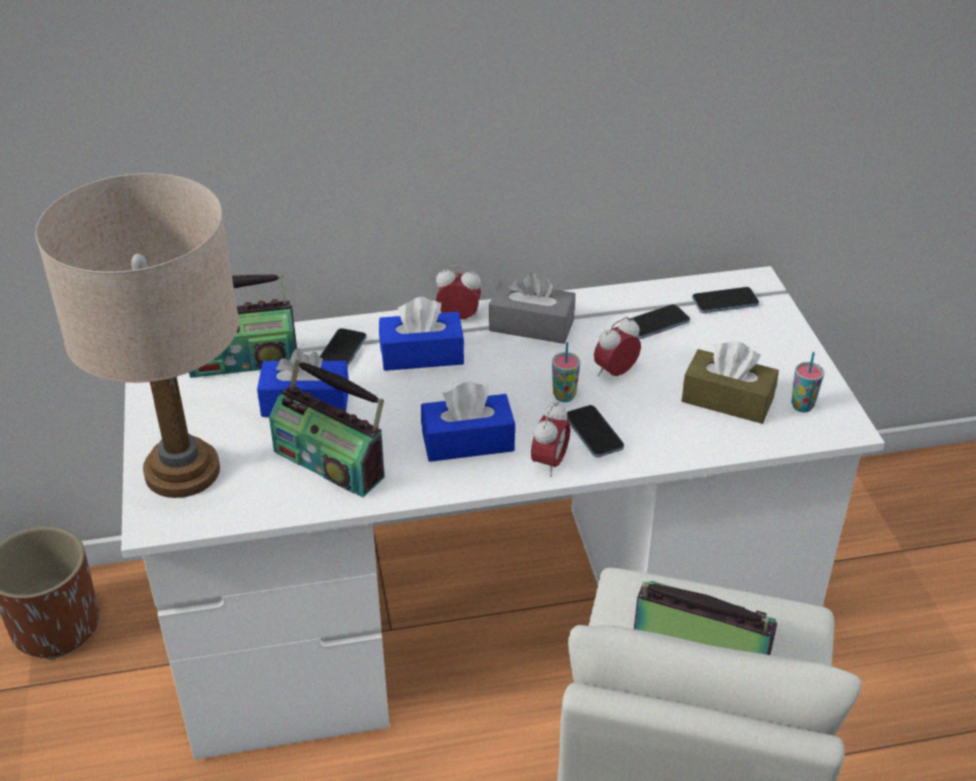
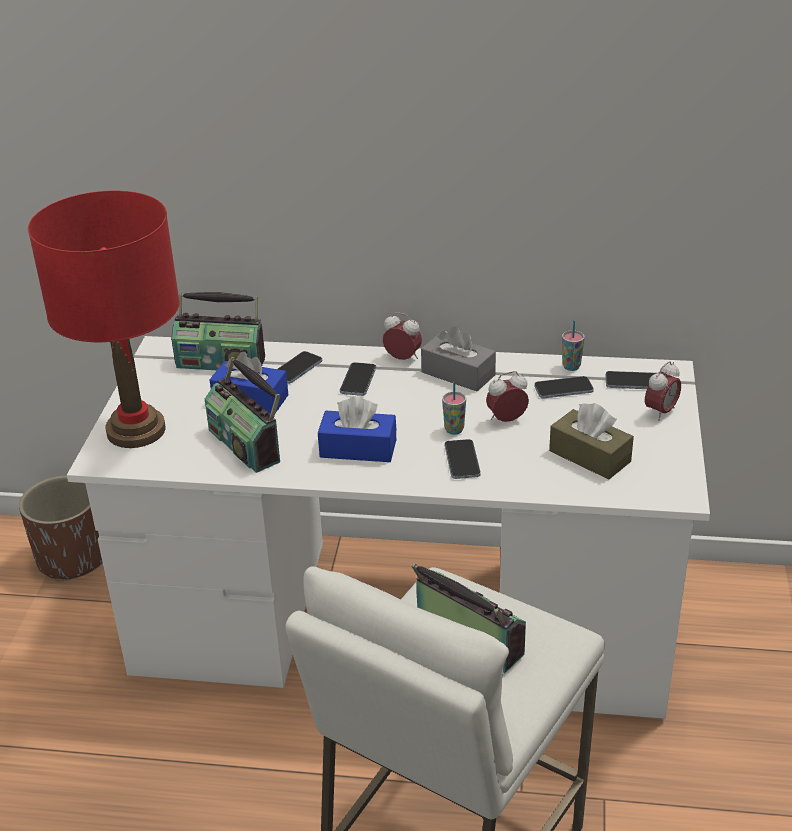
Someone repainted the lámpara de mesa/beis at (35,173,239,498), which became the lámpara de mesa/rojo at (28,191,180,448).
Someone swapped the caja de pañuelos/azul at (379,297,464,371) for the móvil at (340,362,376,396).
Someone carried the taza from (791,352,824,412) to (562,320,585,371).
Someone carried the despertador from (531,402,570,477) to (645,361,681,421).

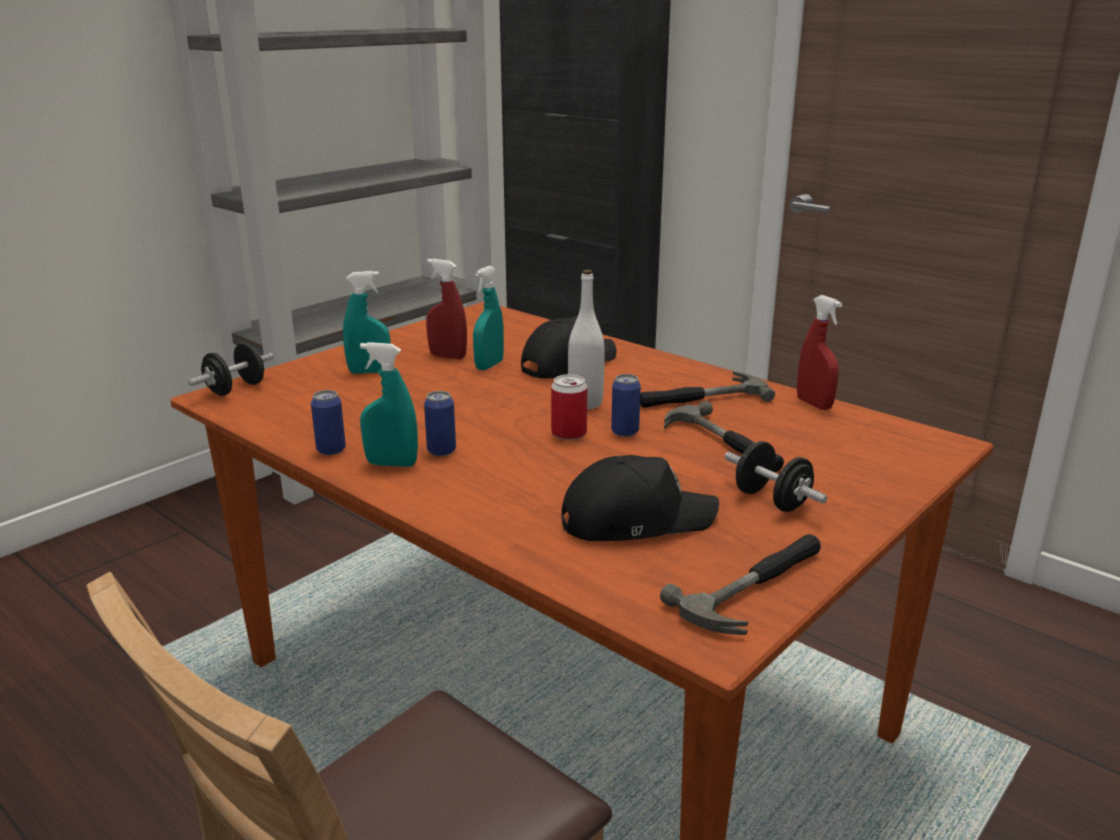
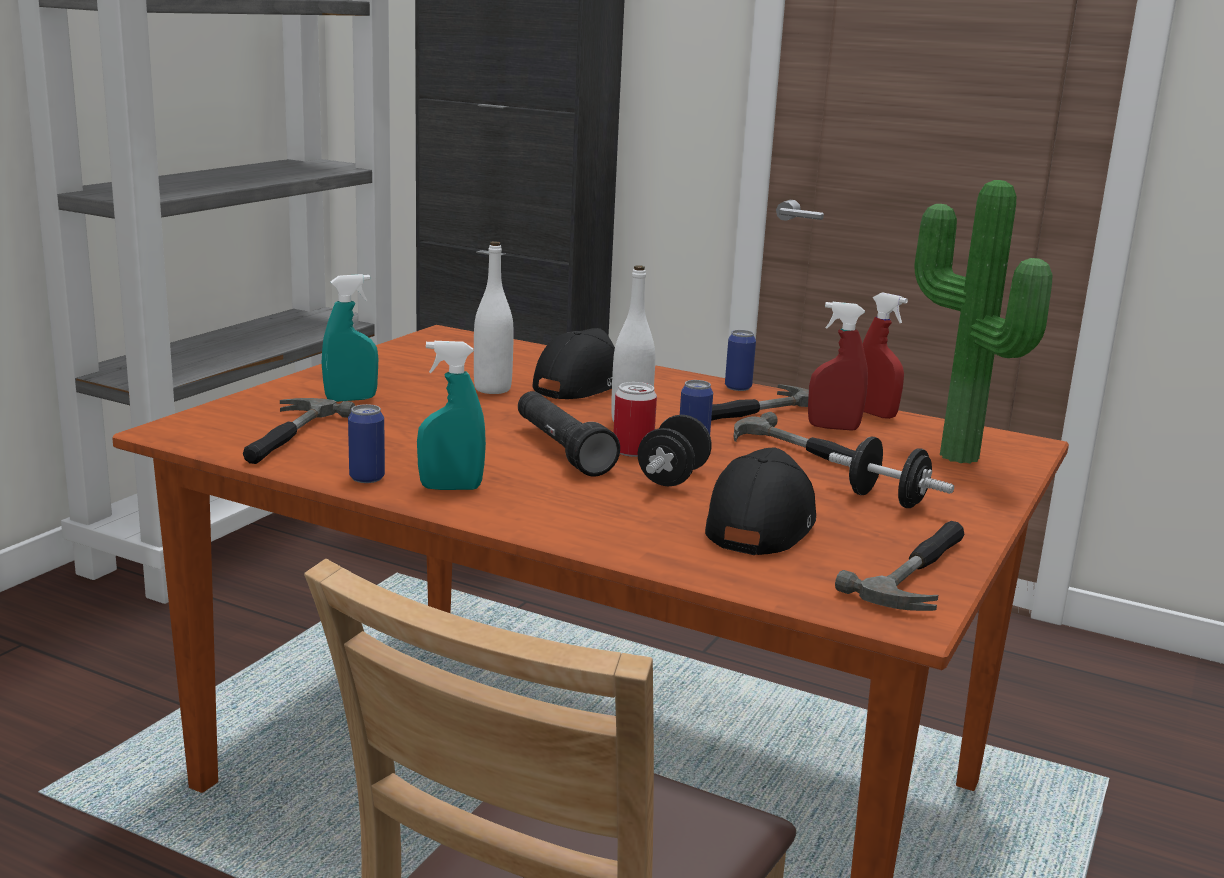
Someone put down the martillo at (243,398,355,464).
Someone swapped the pulverizador/turquesa at (473,266,504,370) for the botella/blanco at (474,241,514,394).
Someone put down the linterna/negro at (518,391,620,477).
Someone carried the mancuerna/negro from (188,343,274,396) to (638,415,712,486).
Someone rotated the gorra/negro at (561,455,719,541) by 45 degrees counterclockwise.
Someone carried the lata from (424,391,456,456) to (725,330,756,391).
Someone carried the pulverizador/rojo from (426,259,467,359) to (808,302,868,431).
Someone put down the planta en maceta at (914,180,1052,464).

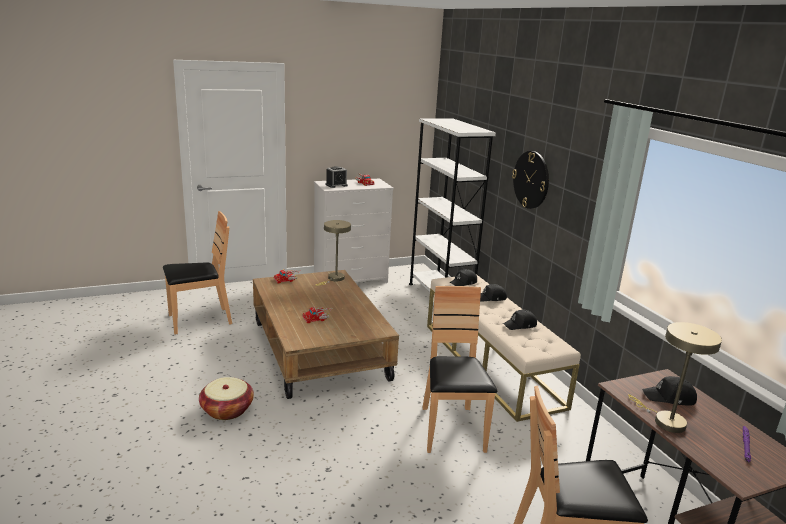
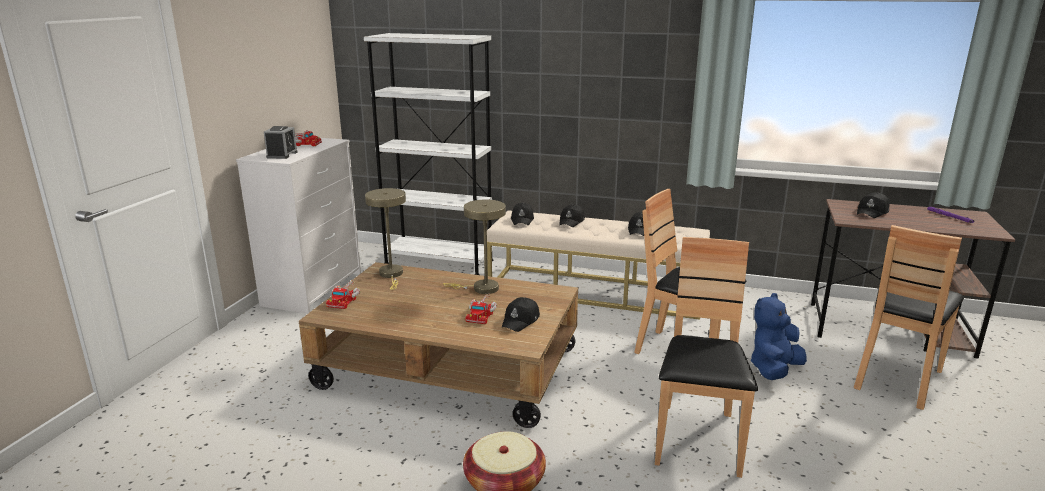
Someone carried the lámpara de mesa/beis from (628,322,722,433) to (443,200,506,294).
Someone put down the gorra/negro at (501,297,540,332).
Someone carried the silla/marrón from (163,211,232,334) to (655,237,758,478).
Someone put down the peluche/azul at (750,293,807,380).
Someone took away the reloj de pared at (512,151,549,209).

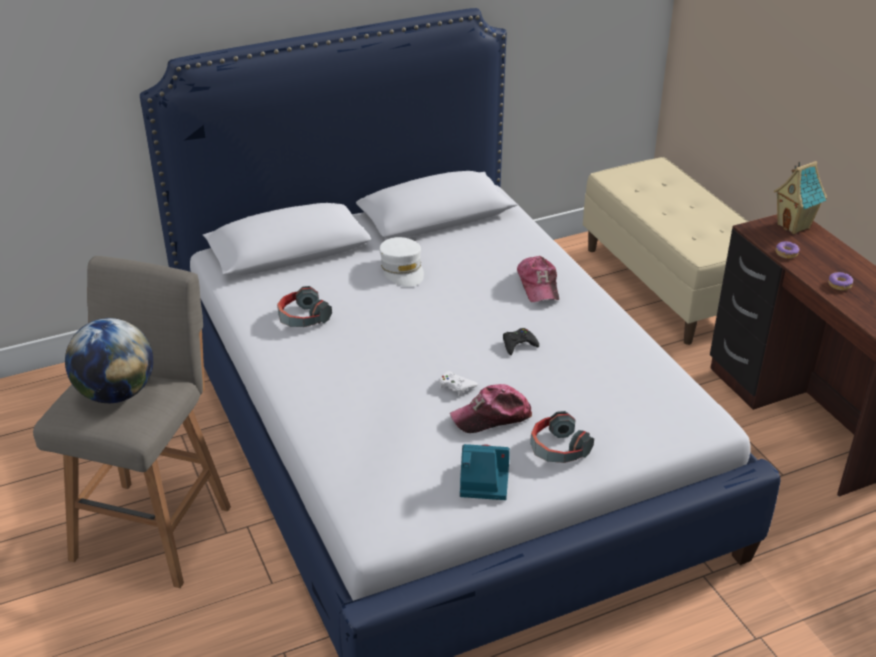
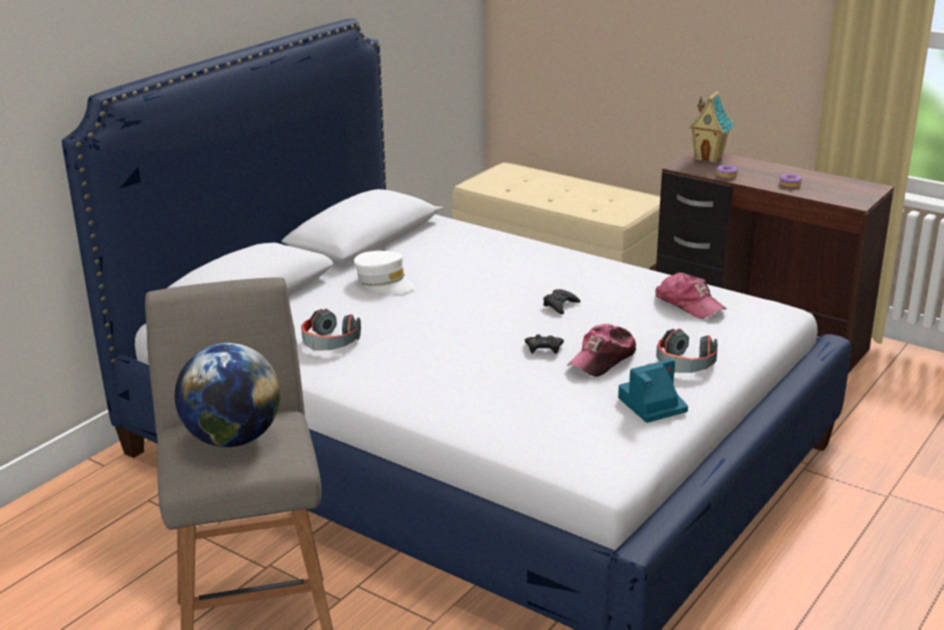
Someone repainted the mando de consola/blanco at (439,371,478,396), which became the mando de consola/negro at (525,334,564,354).
Someone carried the gorra from (517,256,559,302) to (655,273,727,319).

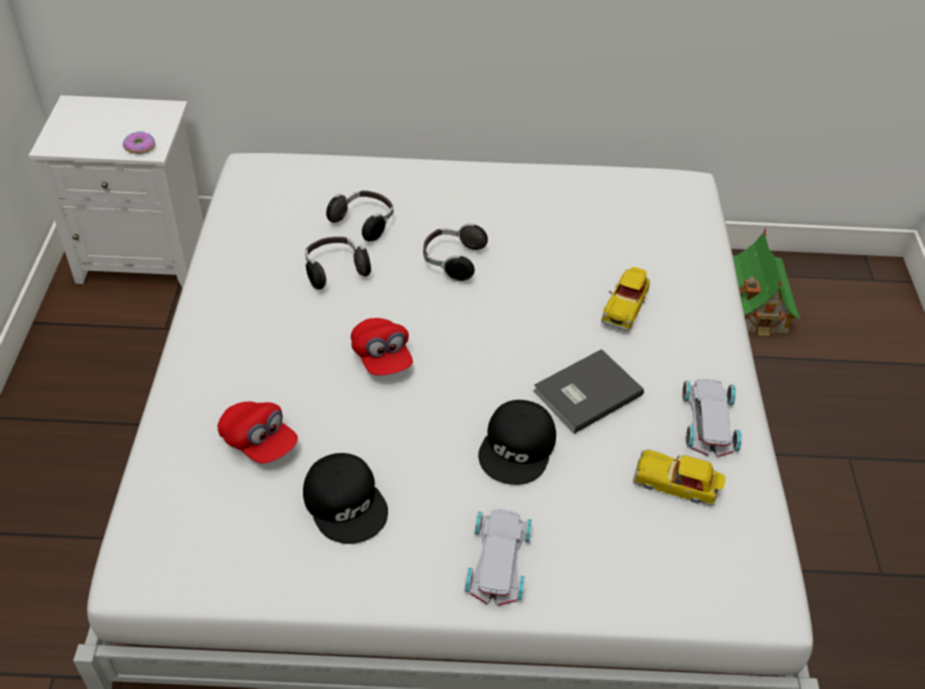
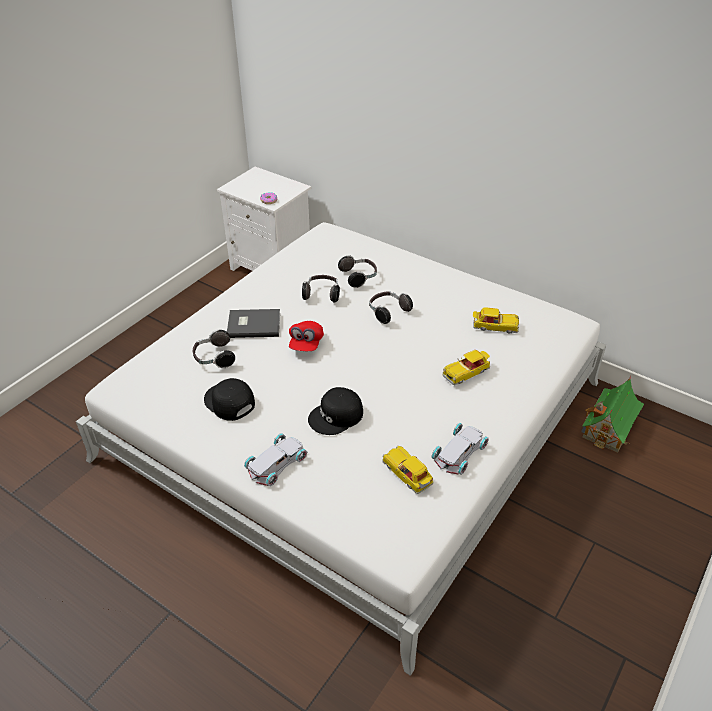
Someone swapped the gorra/rojo at (218,401,298,464) for the auriculares at (193,329,235,368).
Someone rotated the gorra/negro at (303,453,388,544) by 135 degrees clockwise.
Someone carried the libro/gris from (533,349,644,434) to (227,309,280,338).
Someone put down the coche de juguete at (473,307,519,334).

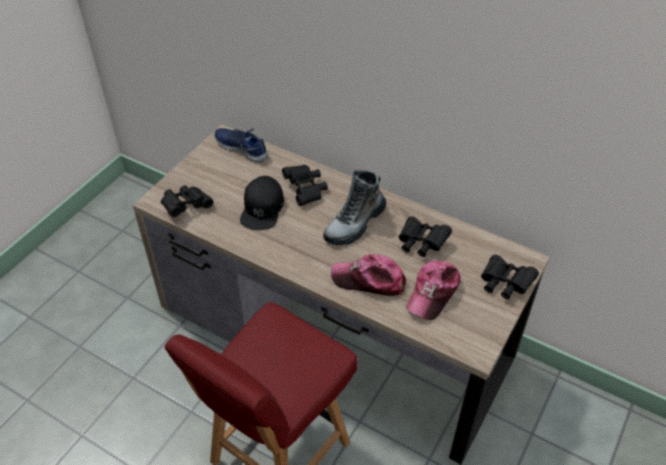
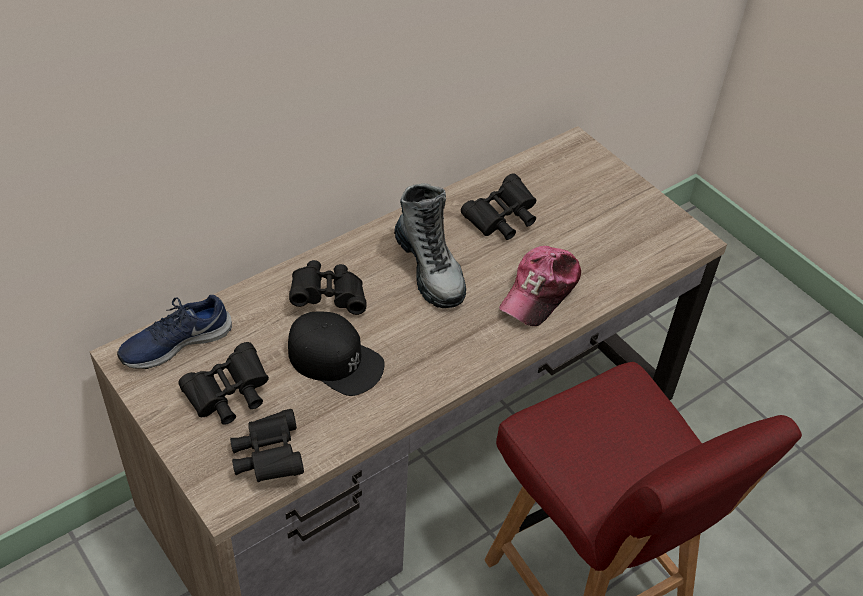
Someone carried the prismáticos/negro from (481,255,539,299) to (178,342,269,425).
Someone took away the gorra at (406,261,461,320).

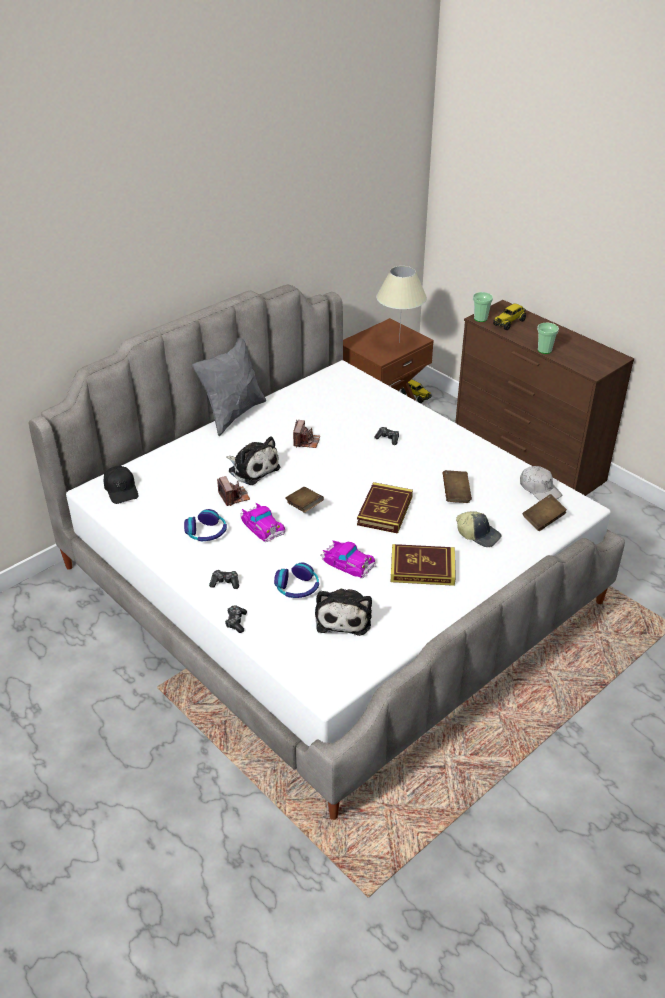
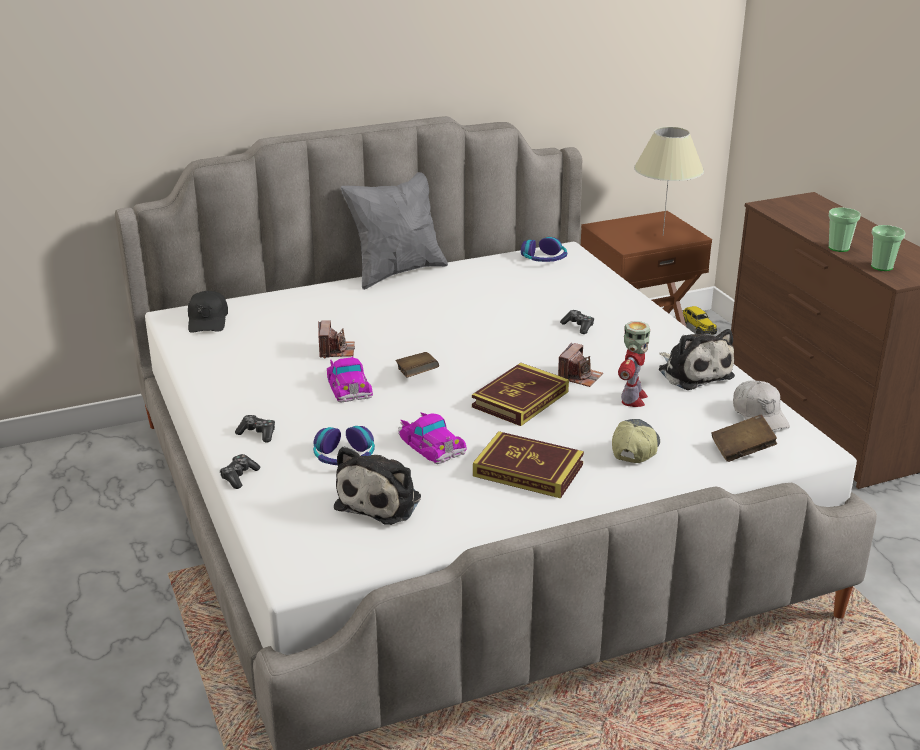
Someone carried the auriculares from (184,509,227,541) to (521,237,567,262).
Someone carried the cámara from (293,420,320,448) to (558,343,603,387).
Someone rotated the gorra at (456,511,502,547) by 120 degrees counterclockwise.
Someone swapped the libro/marrón at (443,470,472,503) for the robot de juguete at (618,321,650,407).
Someone carried the peluche from (226,436,280,485) to (658,329,735,390).
Someone carried the taza from (473,292,493,322) to (871,225,905,271).
Someone took away the camión de juguete at (493,303,526,330).

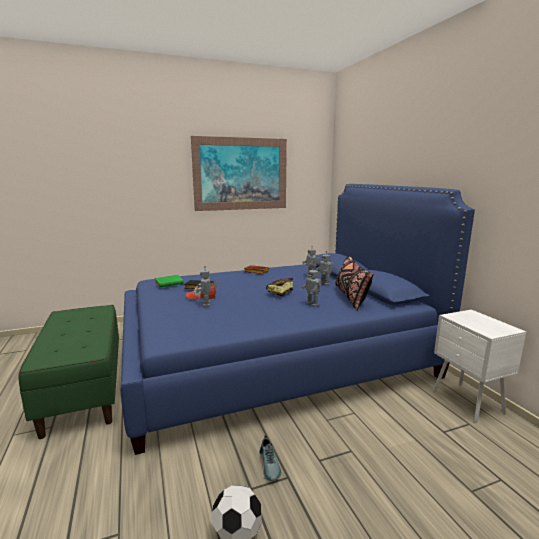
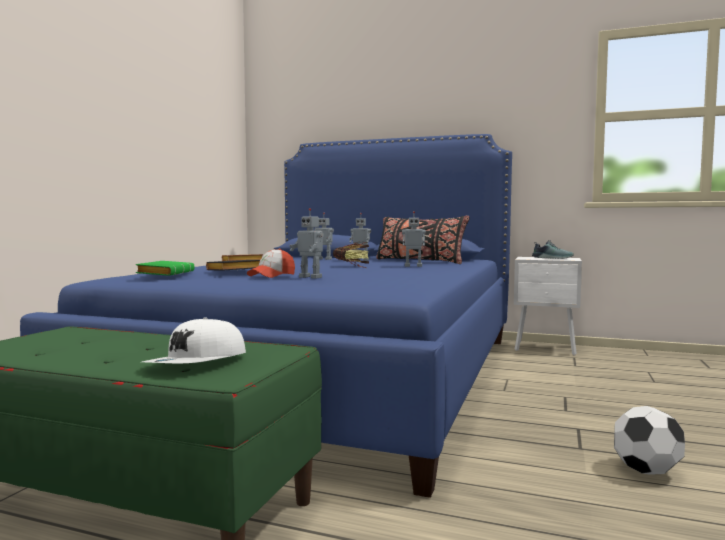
Someone put down the gorra/blanco at (142,317,246,363).
Someone carried the zapato from (260,435,282,481) to (532,240,574,259).
Someone took away the cuadro at (191,136,287,211).

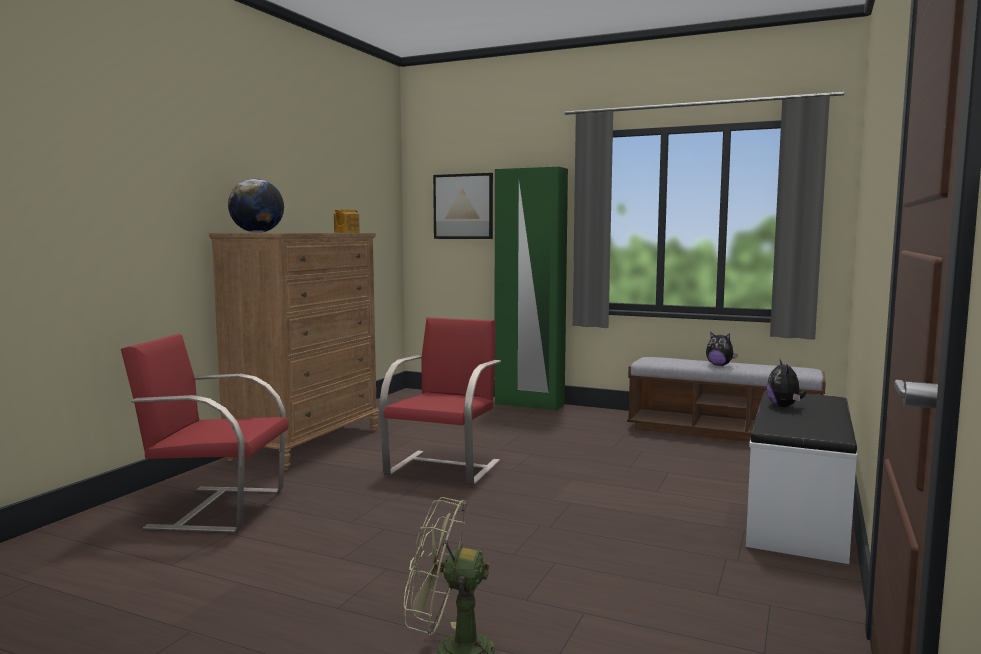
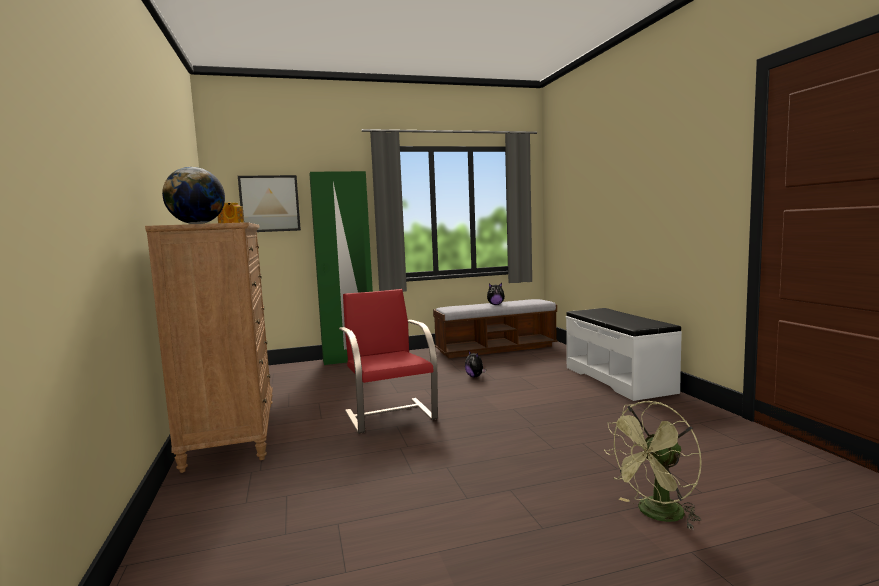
Someone carried the peluche from (767,360,806,407) to (465,350,486,377).
Someone took away the silla/rojo at (121,333,289,533).

